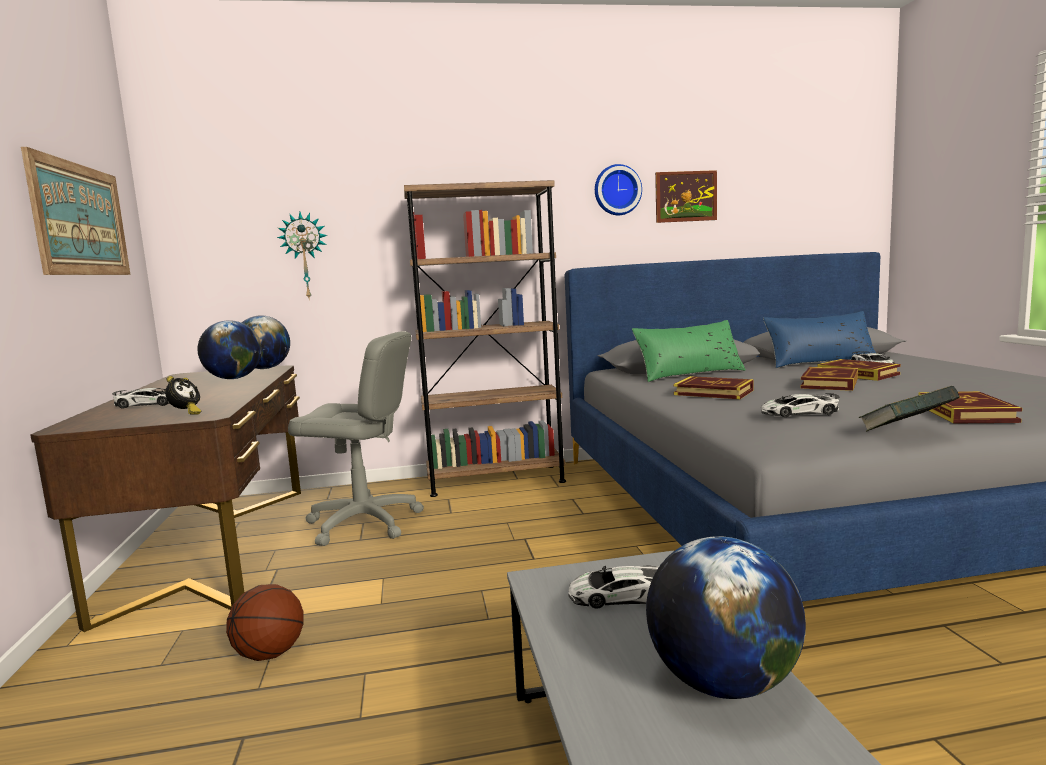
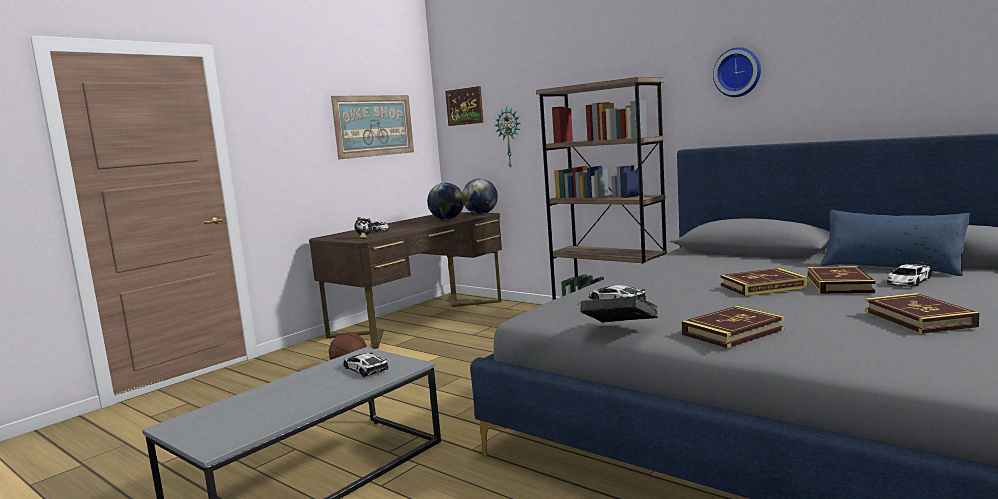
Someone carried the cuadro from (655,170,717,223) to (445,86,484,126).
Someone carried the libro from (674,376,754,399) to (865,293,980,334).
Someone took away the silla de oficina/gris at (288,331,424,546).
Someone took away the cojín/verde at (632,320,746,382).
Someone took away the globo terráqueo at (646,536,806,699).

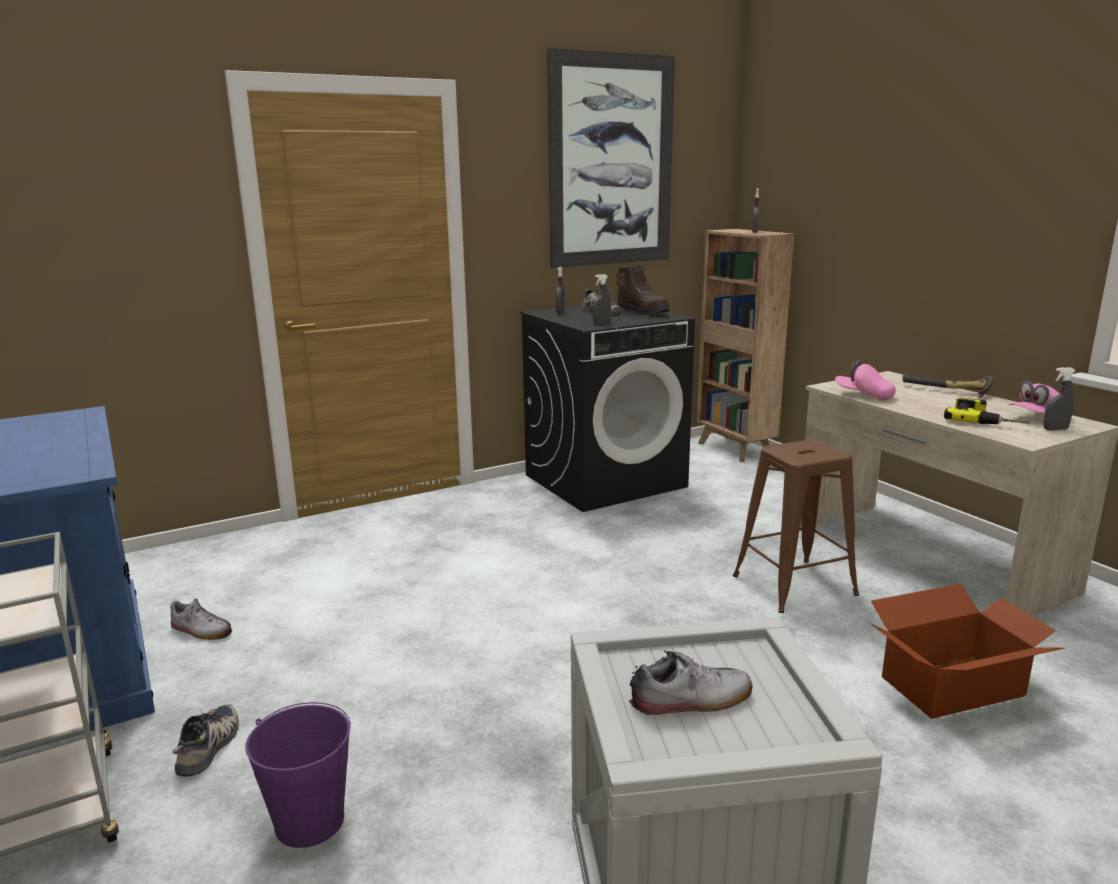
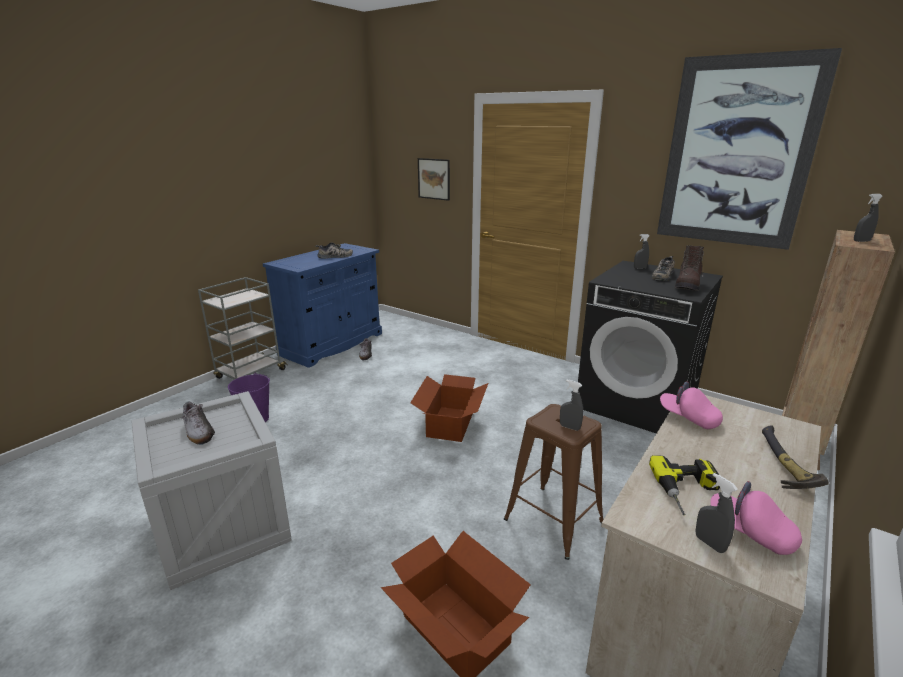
Someone carried the zapato from (173,704,239,777) to (315,242,353,259).
Someone put down the caja de cartón at (410,374,488,442).
Someone put up the cuadro at (418,158,450,201).
Someone carried the pulverizador/gris from (593,274,611,324) to (560,380,583,431).
Someone rotated the gorra/rosa at (835,360,896,400) by 60 degrees counterclockwise.

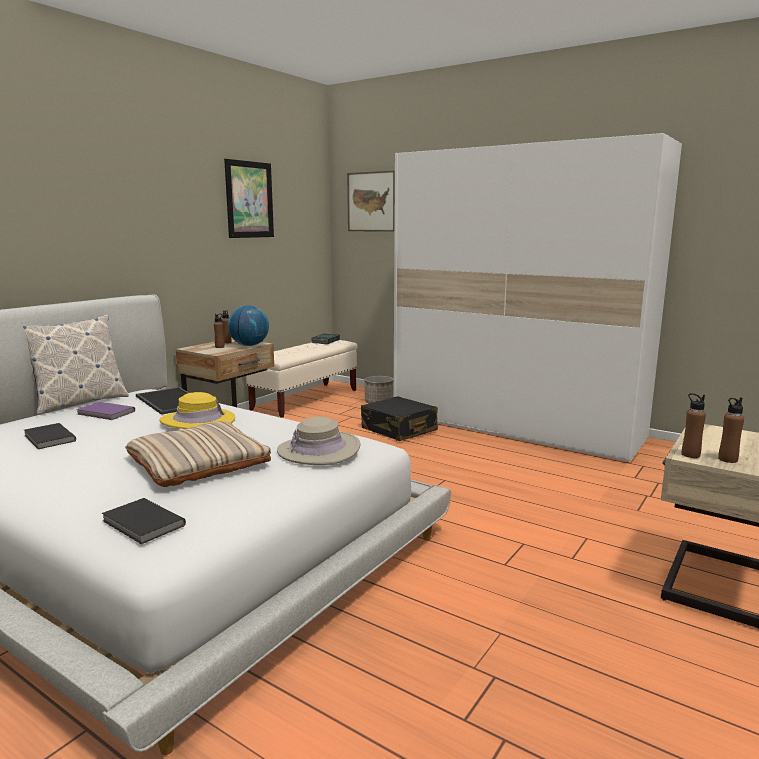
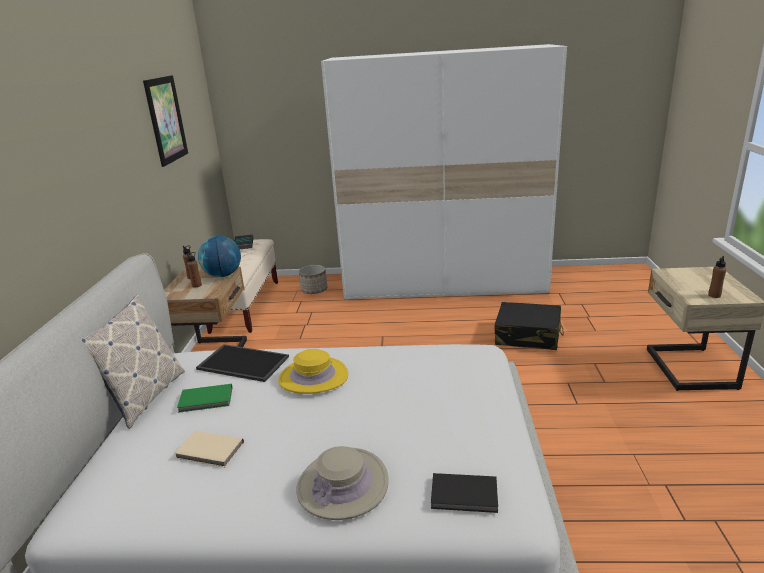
Someone repainted the libro/negro at (24,423,76,449), which became the libro/beis at (175,431,244,467).
Someone repainted the libro/morado at (76,402,135,420), which became the libro/verde at (177,384,232,413).
Someone carried the sombrero/beis from (277,417,360,465) to (296,446,389,520).
Someone carried the maleta/negro from (361,396,438,441) to (495,302,564,350).
Someone took away the cojín/beis at (125,421,271,487).
Someone took away the cuadro at (347,170,395,232).
Someone took away the botella/marrón at (682,393,706,458).

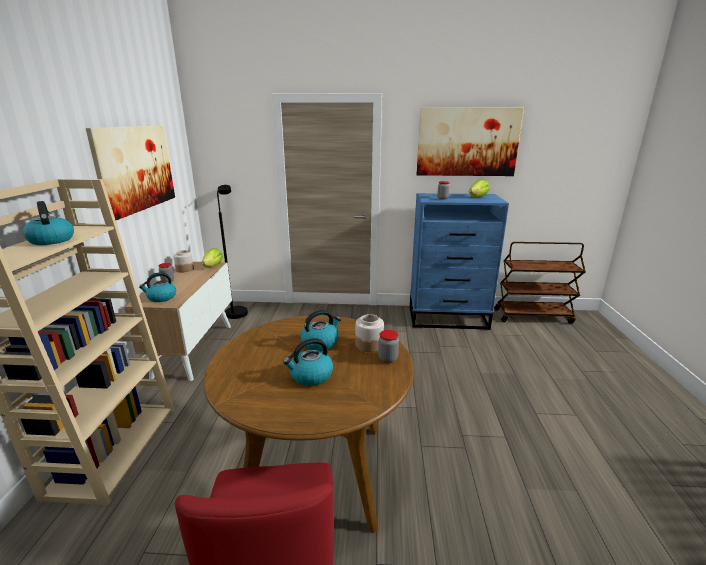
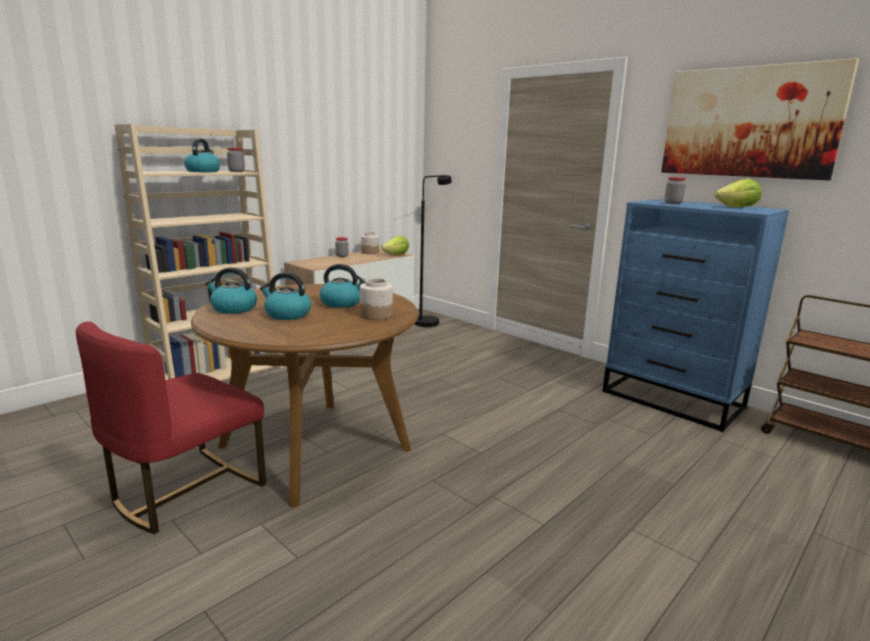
Someone carried the hervidor from (139,272,176,302) to (205,267,257,314).
Someone carried the tarro from (378,330,399,363) to (227,148,245,172).
Someone took away the cuadro at (86,126,175,220).

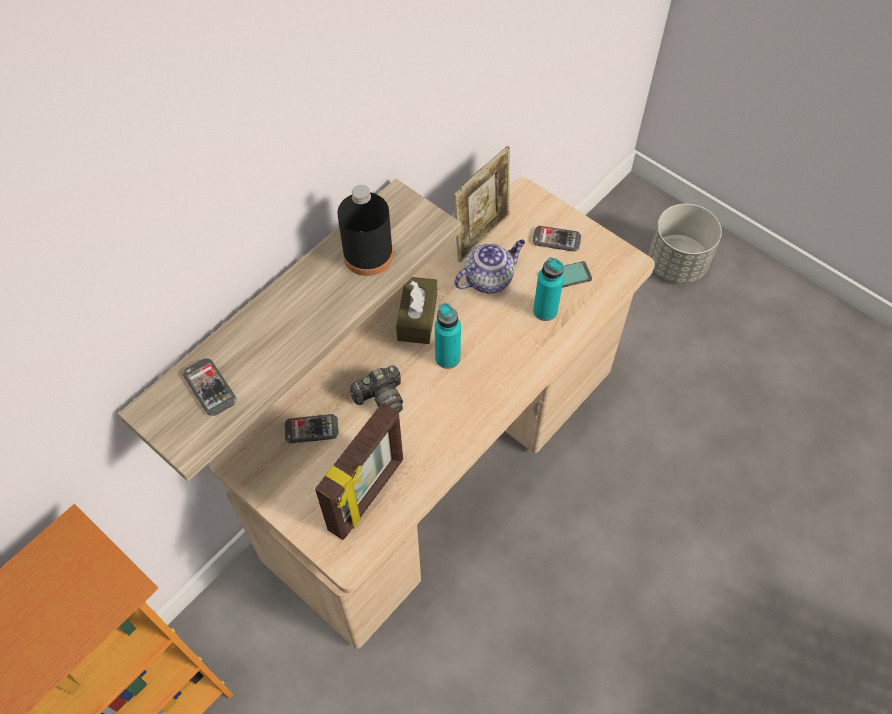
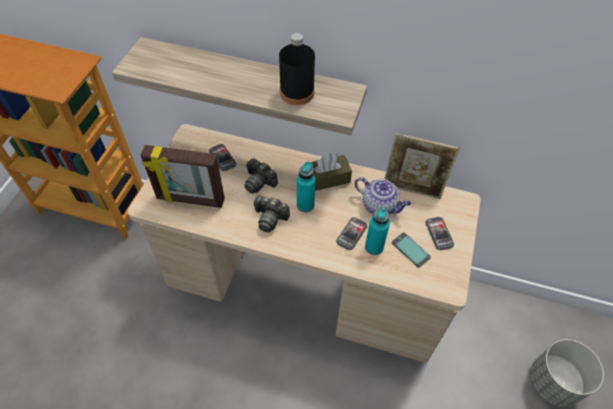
Someone put down the cámara at (253,195,290,232).
Someone carried the móvil from (183,358,237,416) to (336,217,367,250).

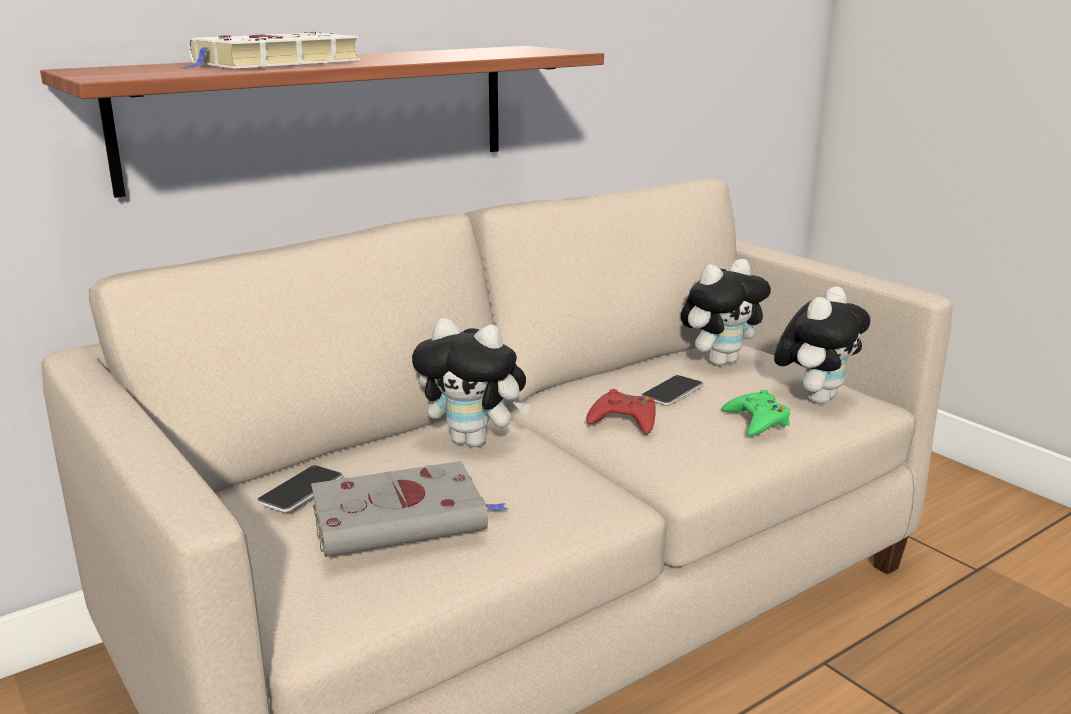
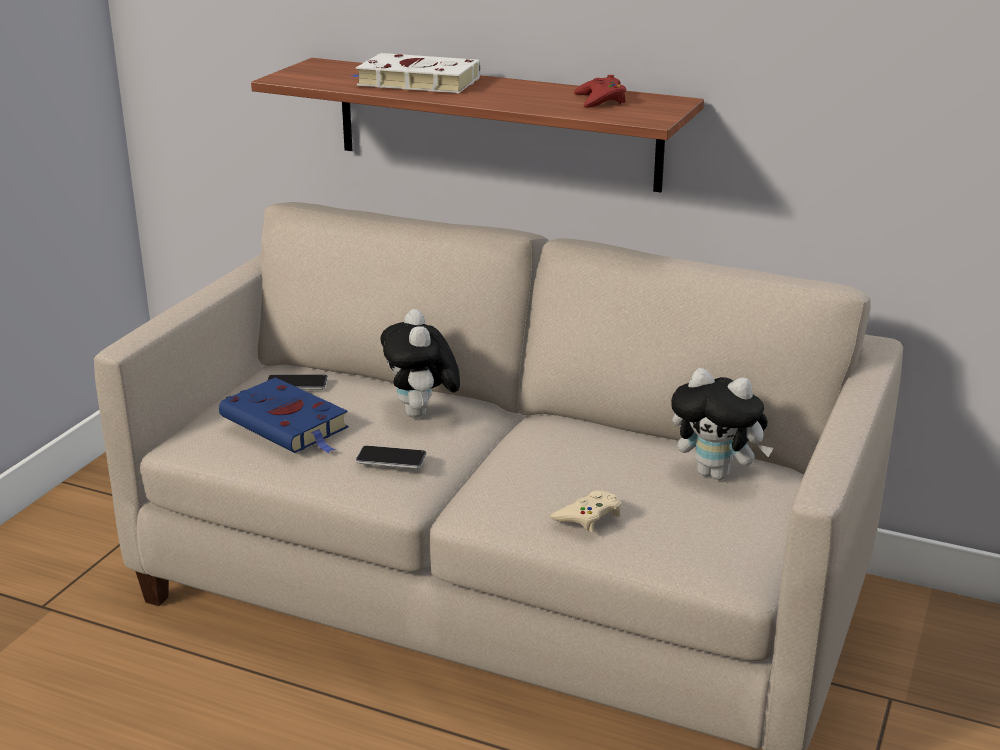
Someone repainted the libro/gris at (311,461,508,557), which became the libro/azul at (219,377,348,453).
Someone carried the móvil from (641,375,703,406) to (356,446,427,469).
Someone repainted the mando de consola/verde at (722,390,790,436), which became the mando de consola/beis at (550,490,621,532).
Someone carried the mando de consola/rojo from (586,389,656,435) to (574,75,626,108).
Someone took away the peluche at (774,286,870,404).

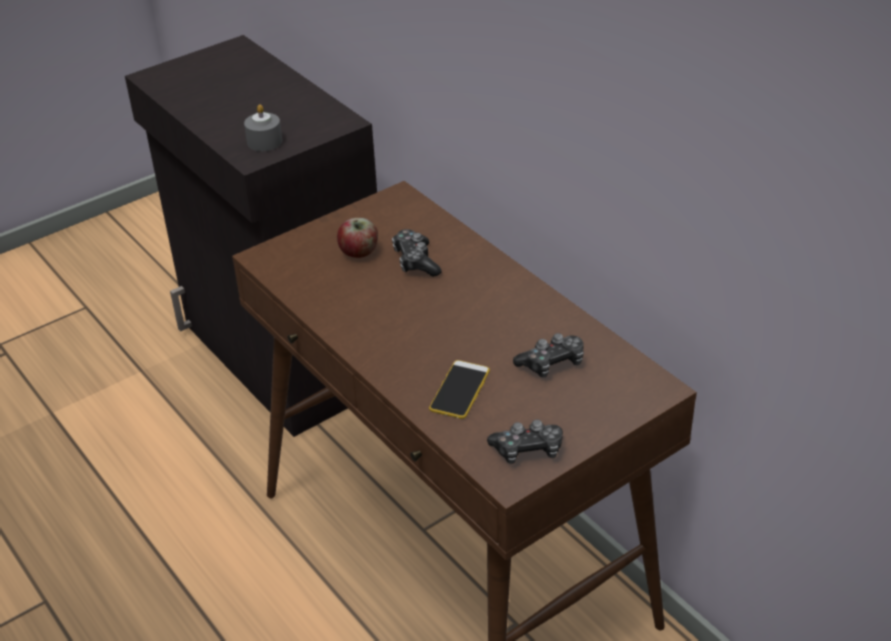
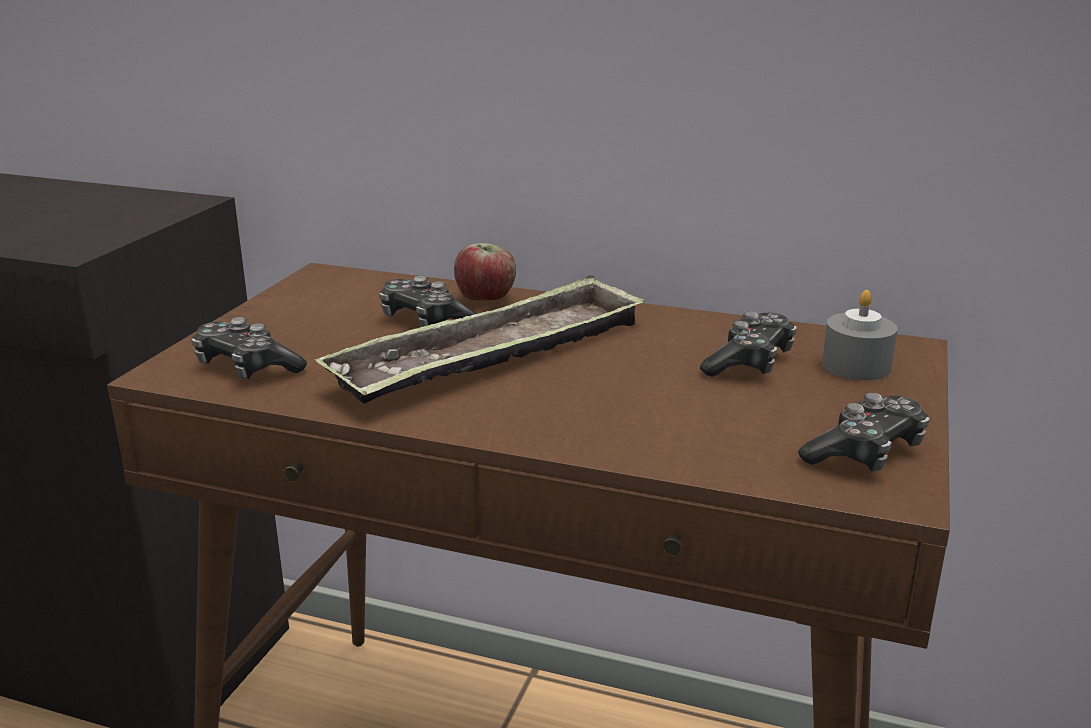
Someone put down the mando de consola at (191,317,307,379).
Someone put down the bandeja at (315,275,645,403).
Someone carried the manzana from (337,218,378,258) to (454,243,516,301).
Someone carried the vela/gris from (244,104,282,151) to (822,290,898,380).
Someone took away the móvil at (429,360,490,419).

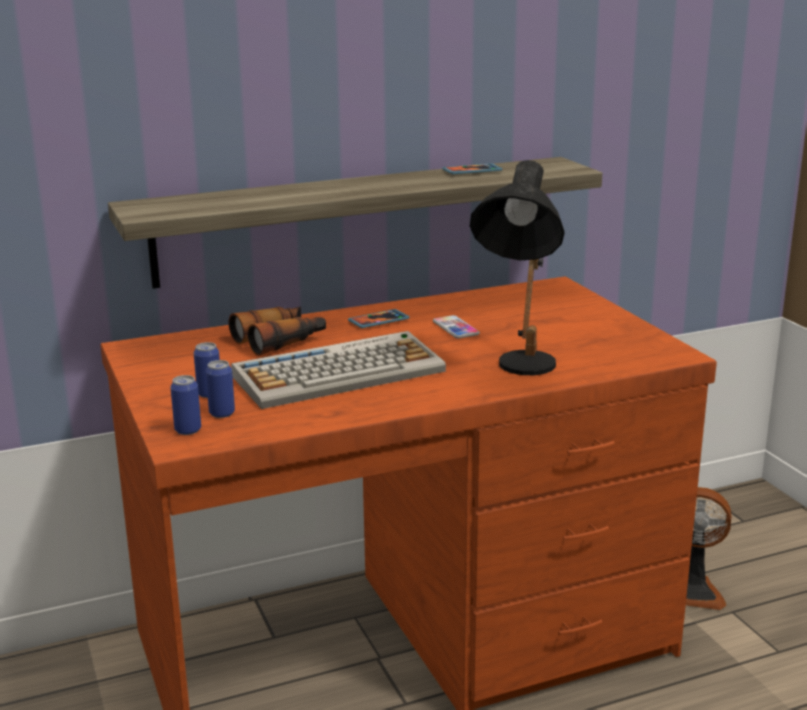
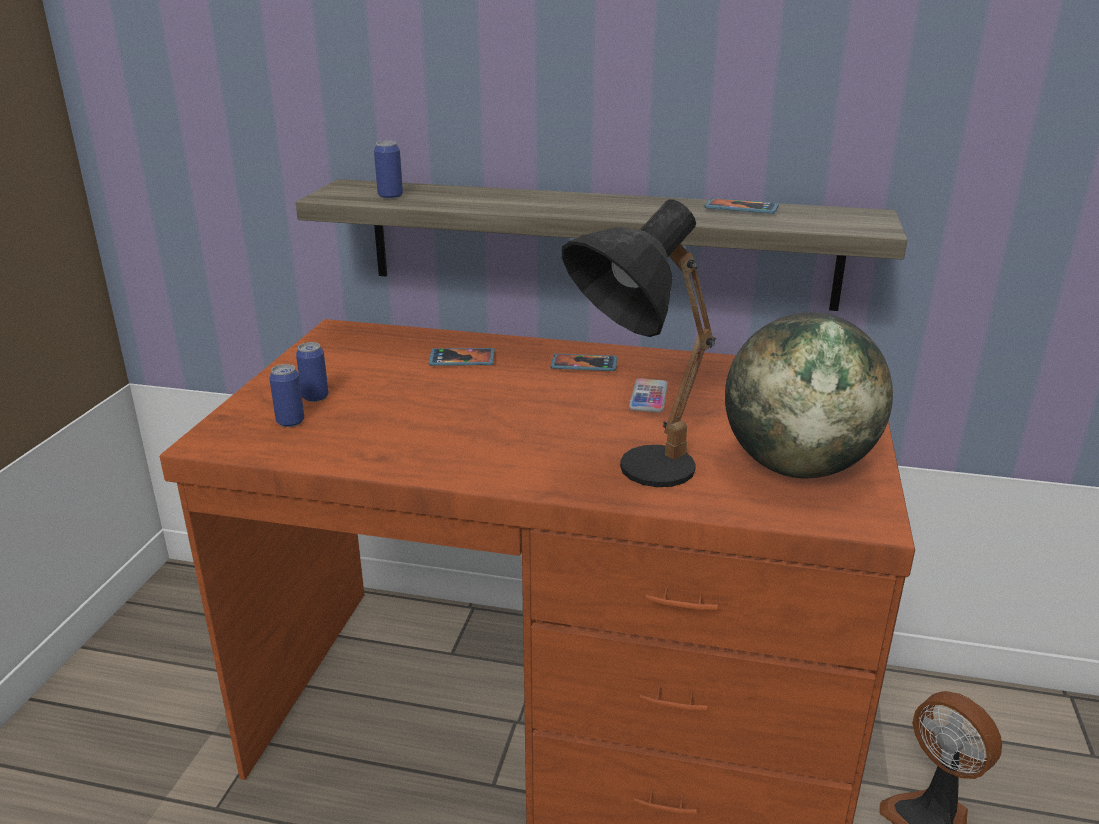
Someone carried the lata from (170,375,201,435) to (374,141,403,199).
Someone swapped the prismáticos at (229,307,326,356) for the móvil at (429,348,494,366).
Someone put down the globo terráqueo at (725,312,893,478).
Someone took away the teclado at (231,331,446,409).

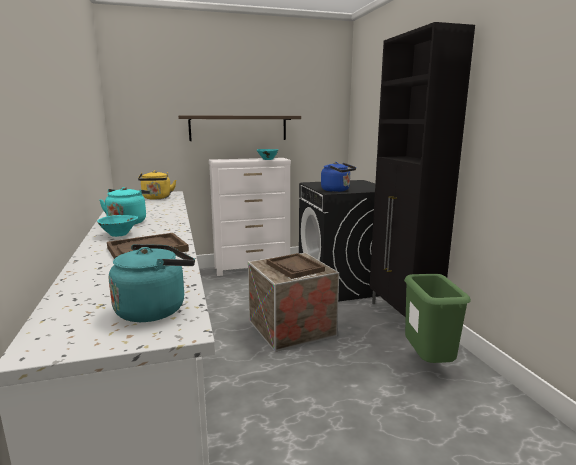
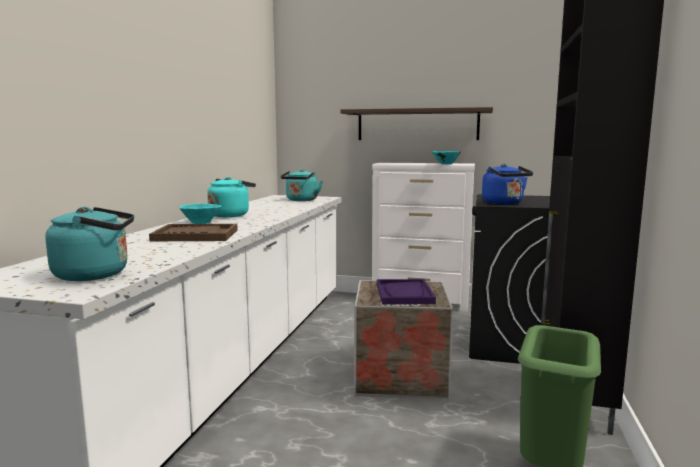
Someone repainted the hervidor/amarillo at (138,170,176,199), which became the hervidor/turquesa at (280,169,323,201).
Someone repainted the bandeja/marrón at (266,253,325,279), which became the bandeja/morado at (377,279,436,304).

